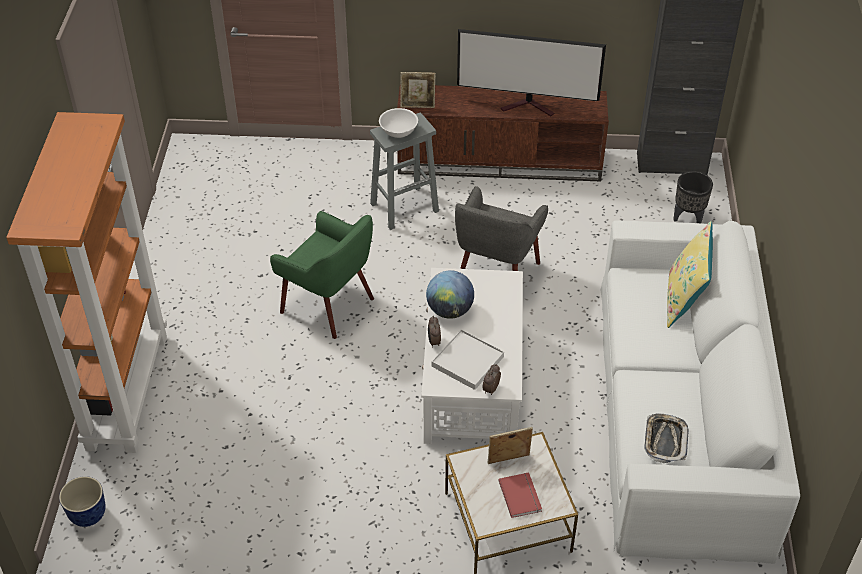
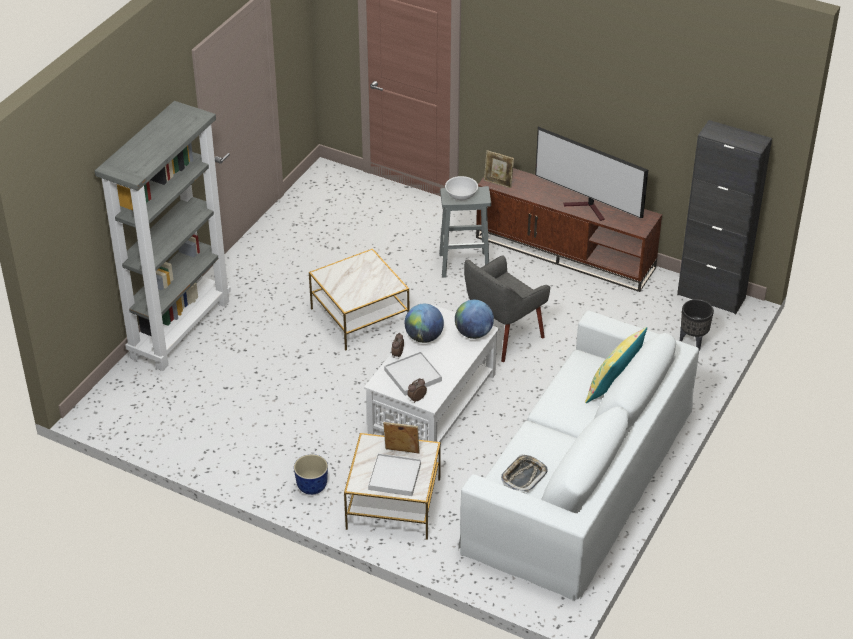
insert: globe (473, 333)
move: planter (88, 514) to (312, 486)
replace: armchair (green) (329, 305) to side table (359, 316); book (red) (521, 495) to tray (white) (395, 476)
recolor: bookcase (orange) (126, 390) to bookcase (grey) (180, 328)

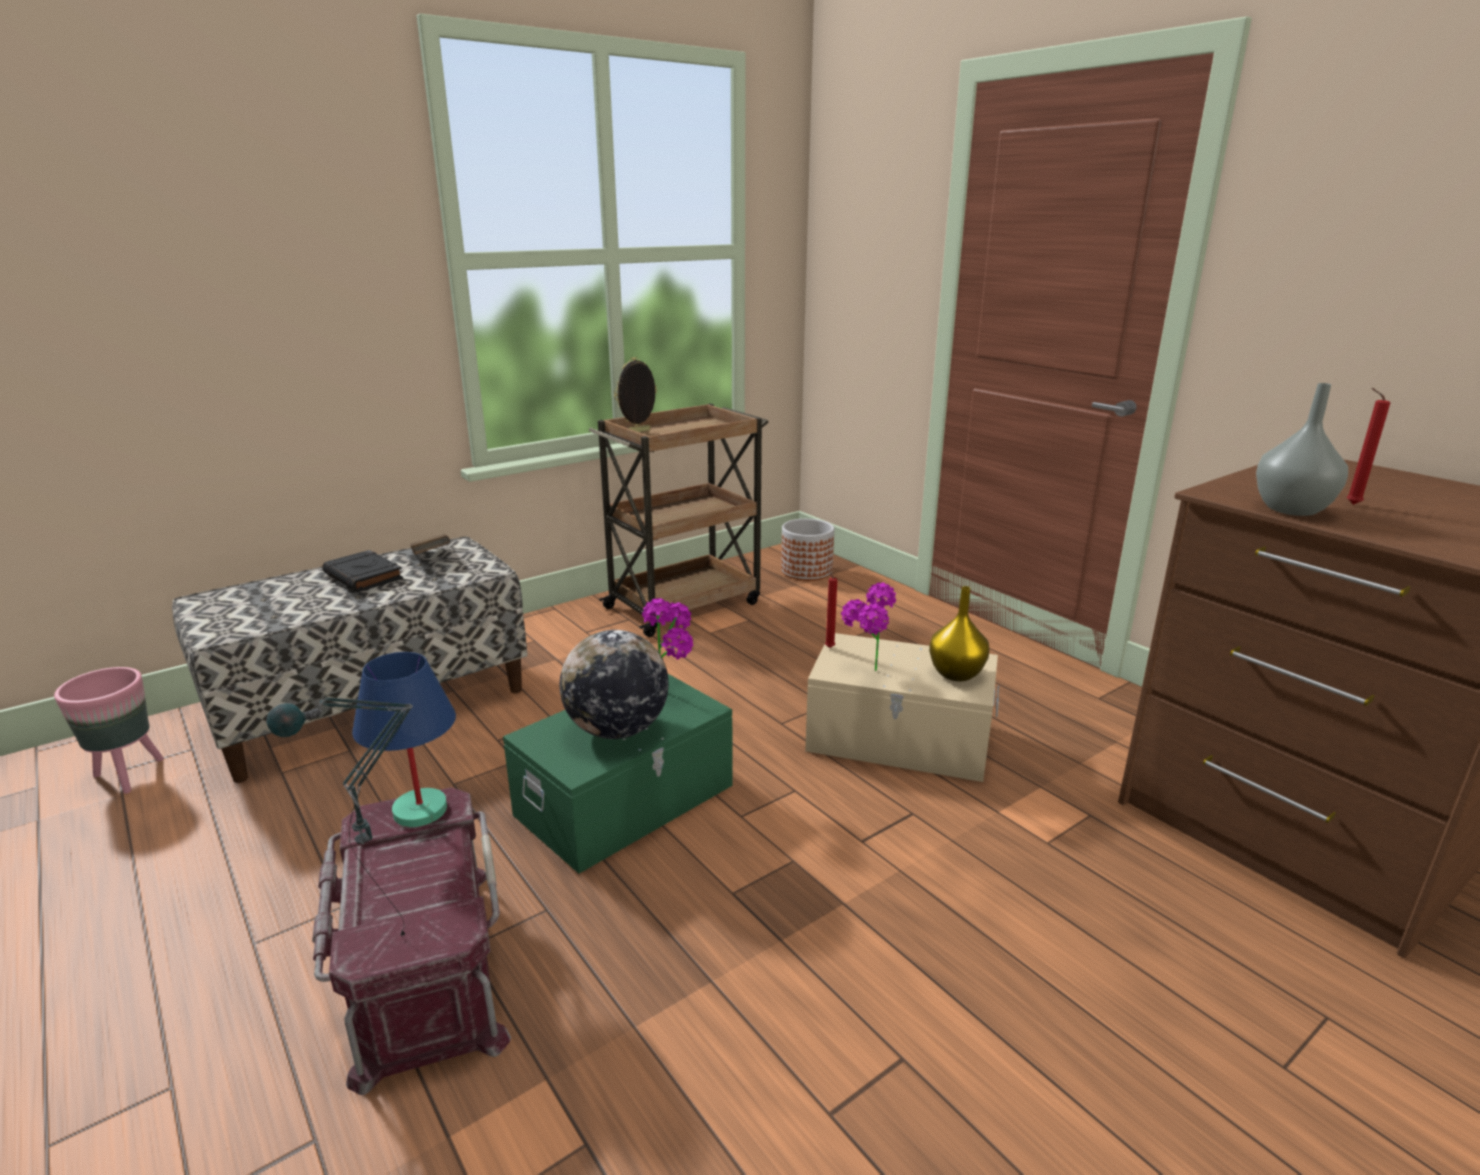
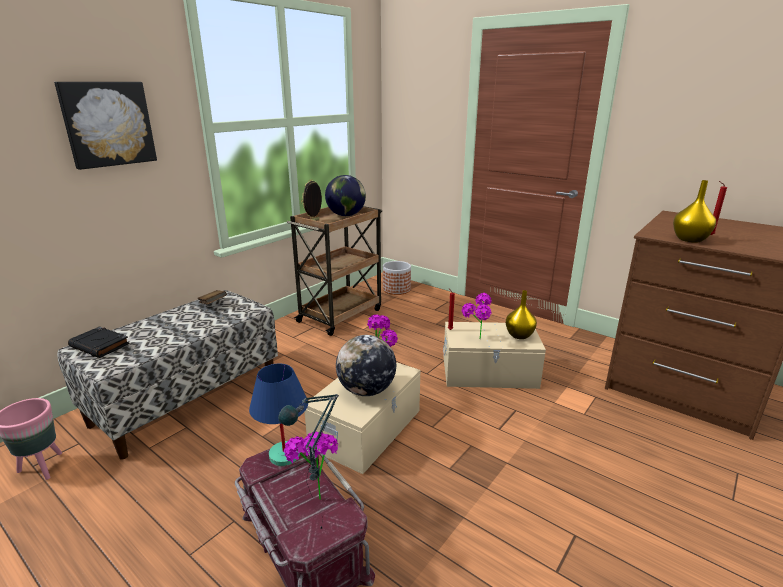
insert: picture (108, 124); potted plant (315, 492); globe (346, 215)
move: book (black) (364, 577) to (100, 345)
recolor: storage box (green) (627, 800) to storage box (beige) (368, 429); vase (grey) (1292, 509) to vase (yellow) (689, 239)

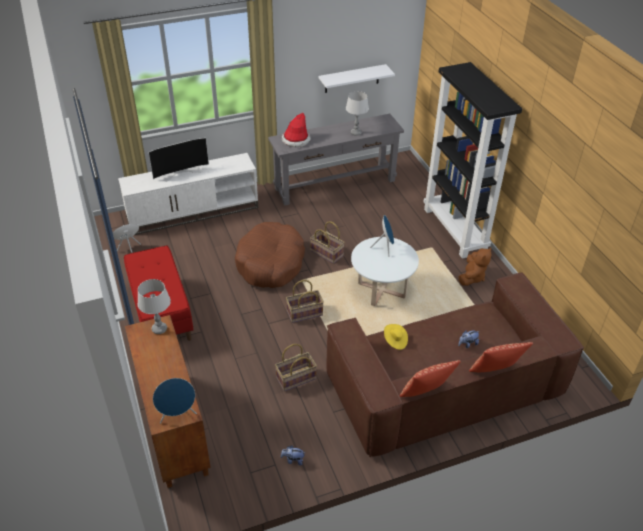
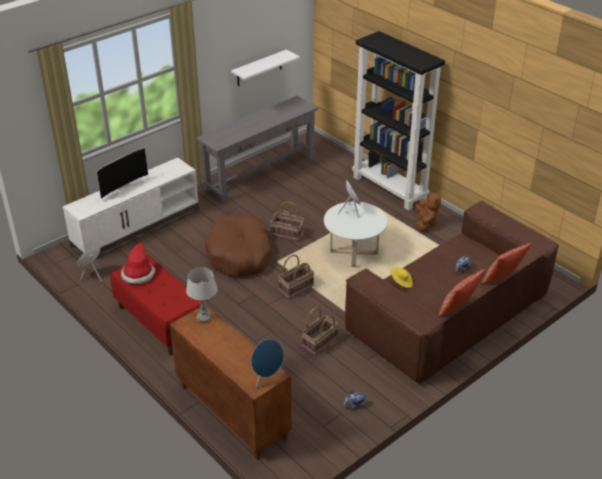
delete: table lamp (grey) (356, 133)
move: hat (296, 140) to (138, 275)

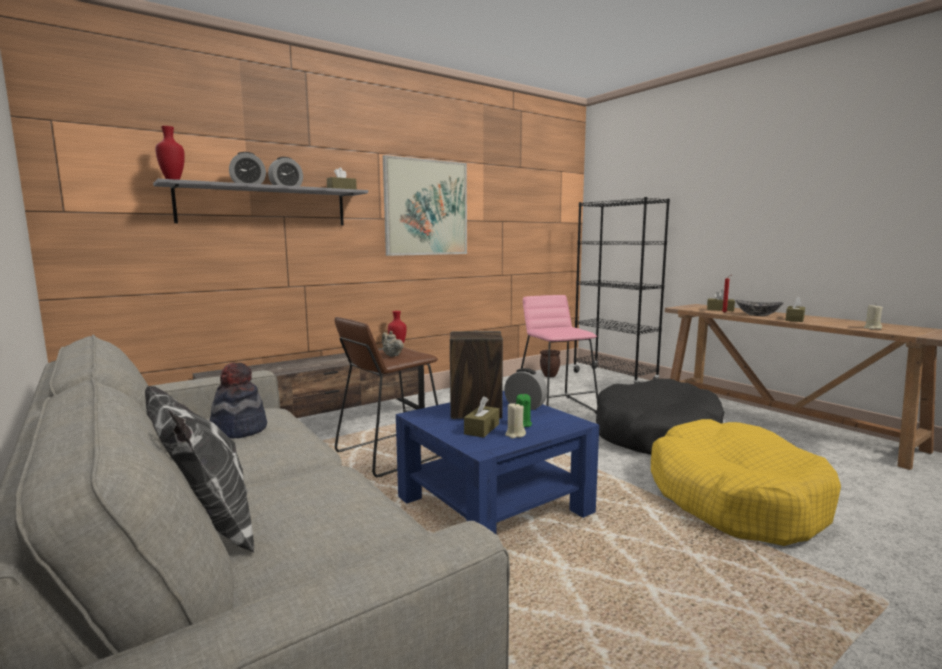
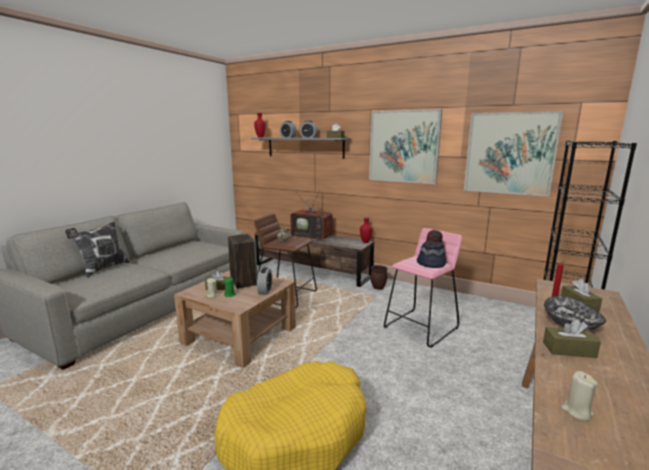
delete: dog bed (black) (655, 434)
insert: television (313, 237); picture (509, 153)
move: hat (238, 430) to (431, 264); planter (brown) (549, 376) to (378, 288)
recolor: coffee table (blue) (493, 505) to coffee table (brown) (240, 335)

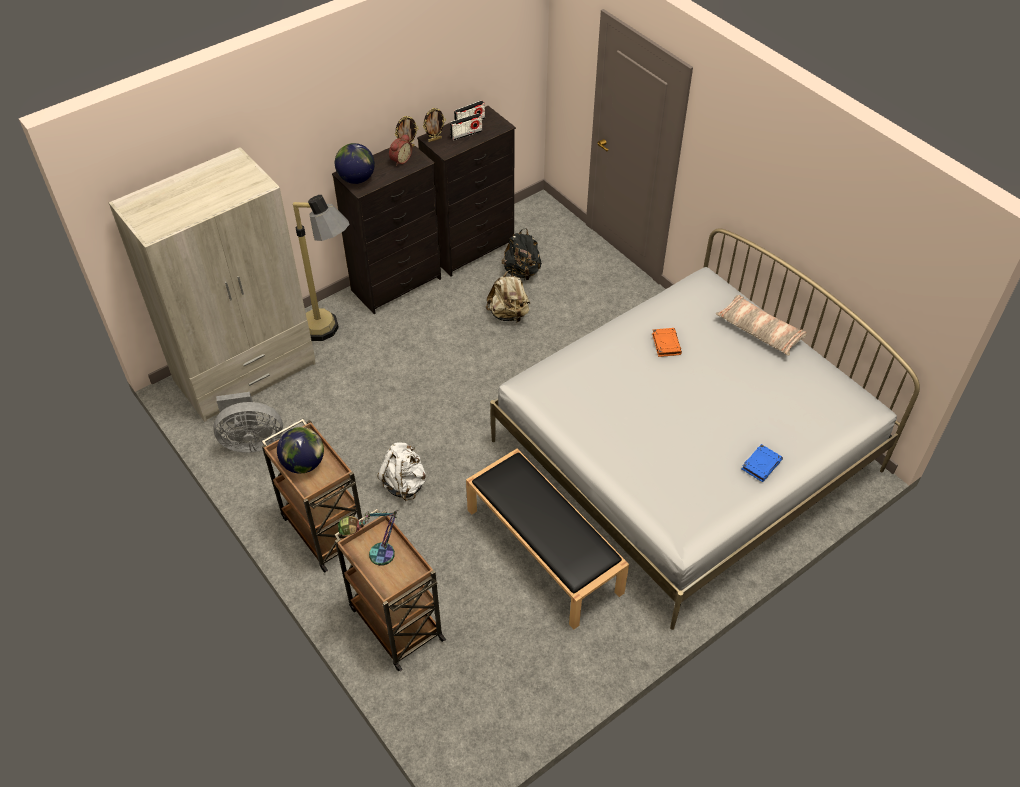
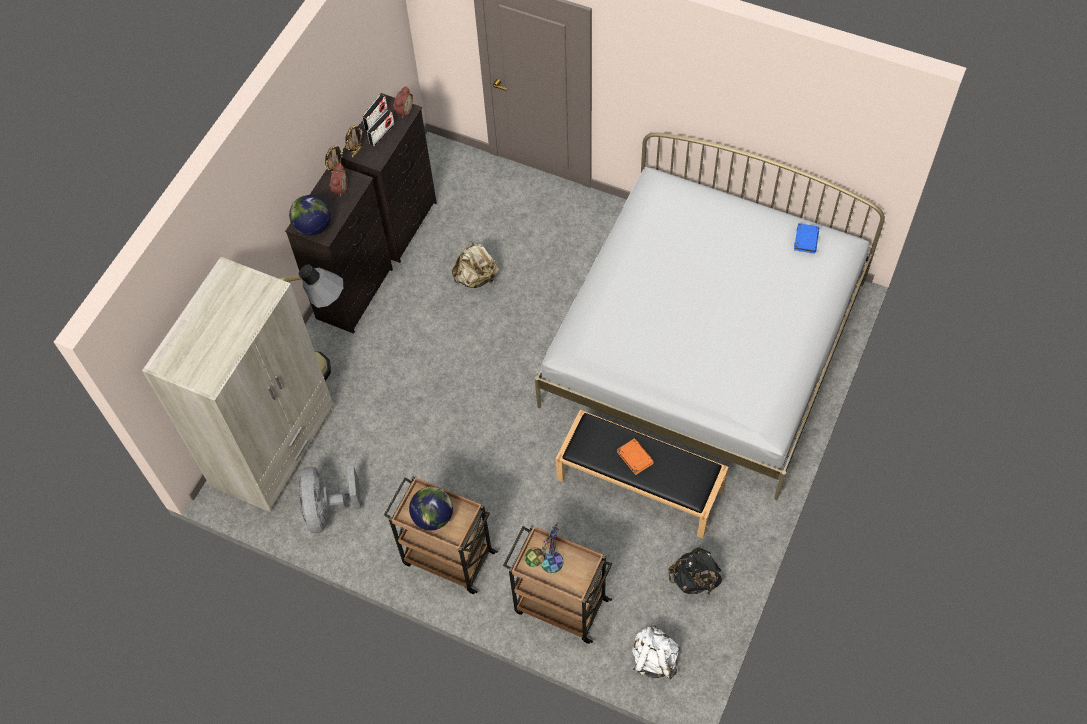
delete: pillow (760, 331)
insert: alarm clock (403, 110)
move: backpack (white) (405, 484) to (654, 659); backpack (black) (522, 272) to (694, 579); book (orange) (666, 344) to (634, 457); book (blue) (761, 464) to (806, 239)
rotate: fan (grey) (251, 441) = (327, 509) 120 degrees clockwise

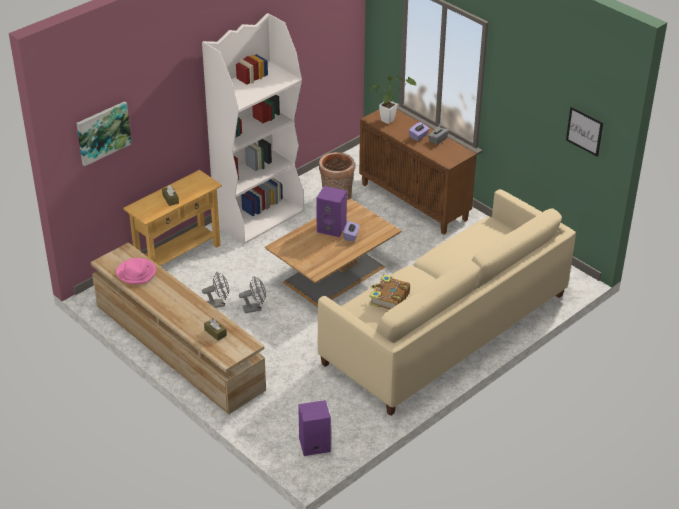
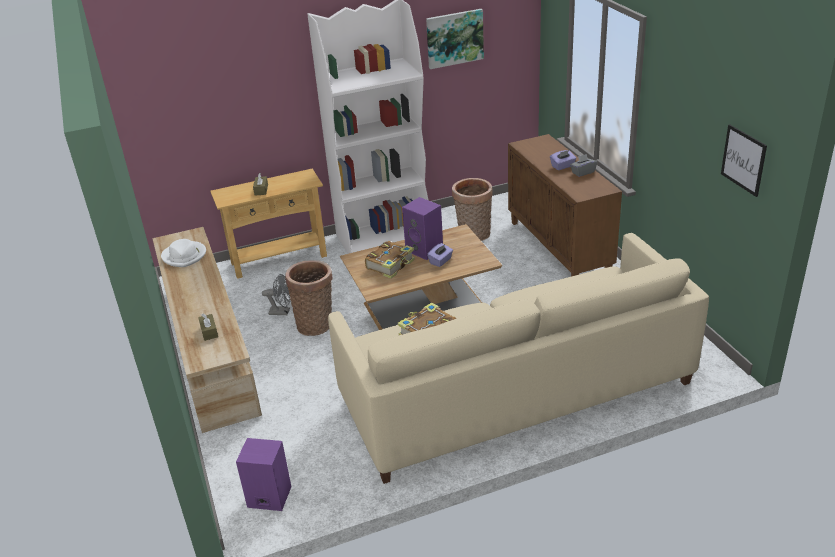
delete: potted plant (389, 119)
insert: book (391, 265)
move: picture (103, 132) to (454, 38)
replace: fan (grey) (255, 308) to basket (316, 324)
recolor: hat (pink) (136, 273) to hat (white) (184, 256)

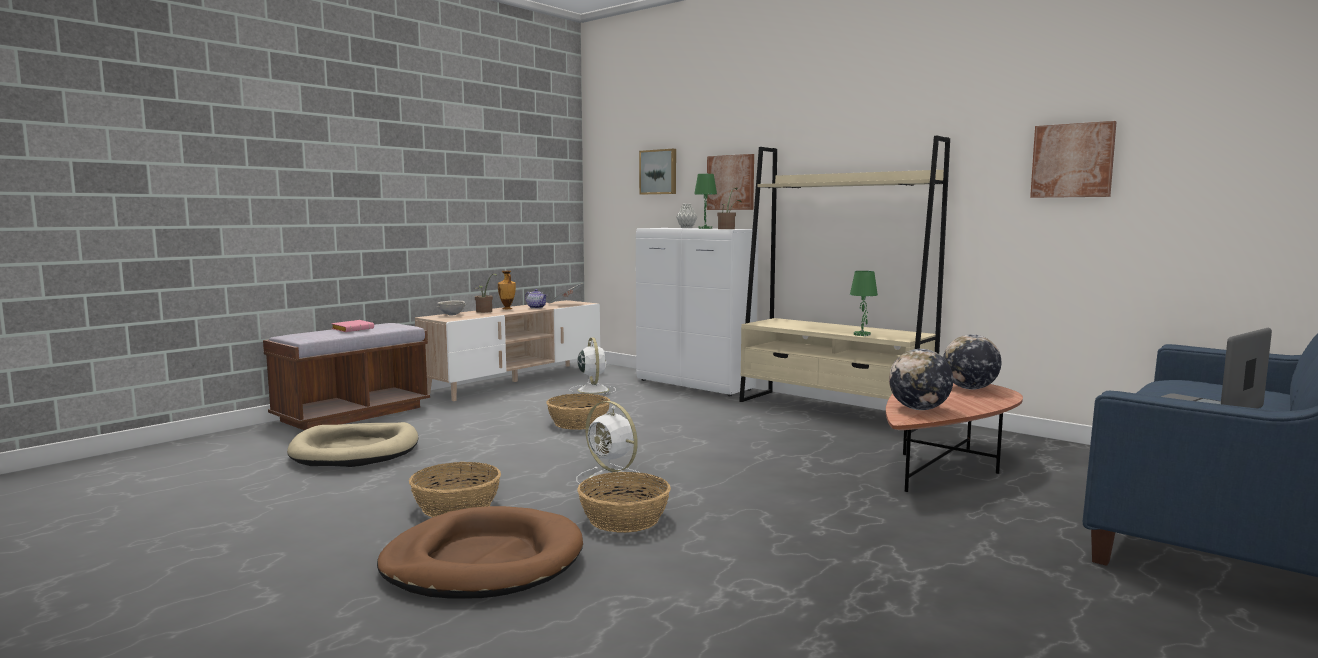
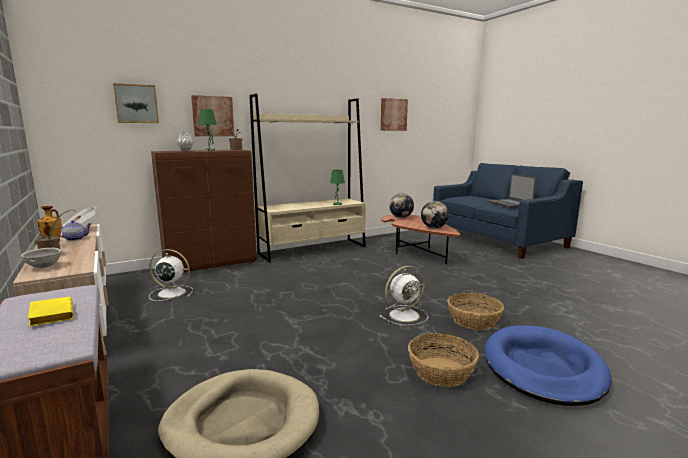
delete: basket (579, 423)
recolor: book (pink) (353, 329) to book (yellow) (50, 315); dog bed (brown) (483, 561) to dog bed (blue) (543, 368); cabinet (white) (695, 385) to cabinet (brown) (211, 265)

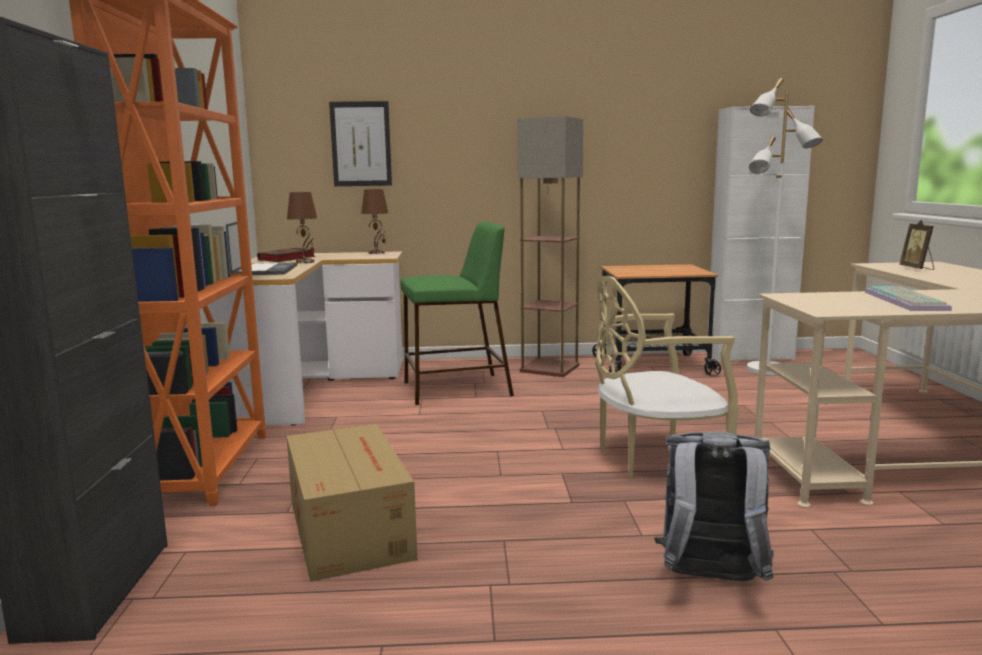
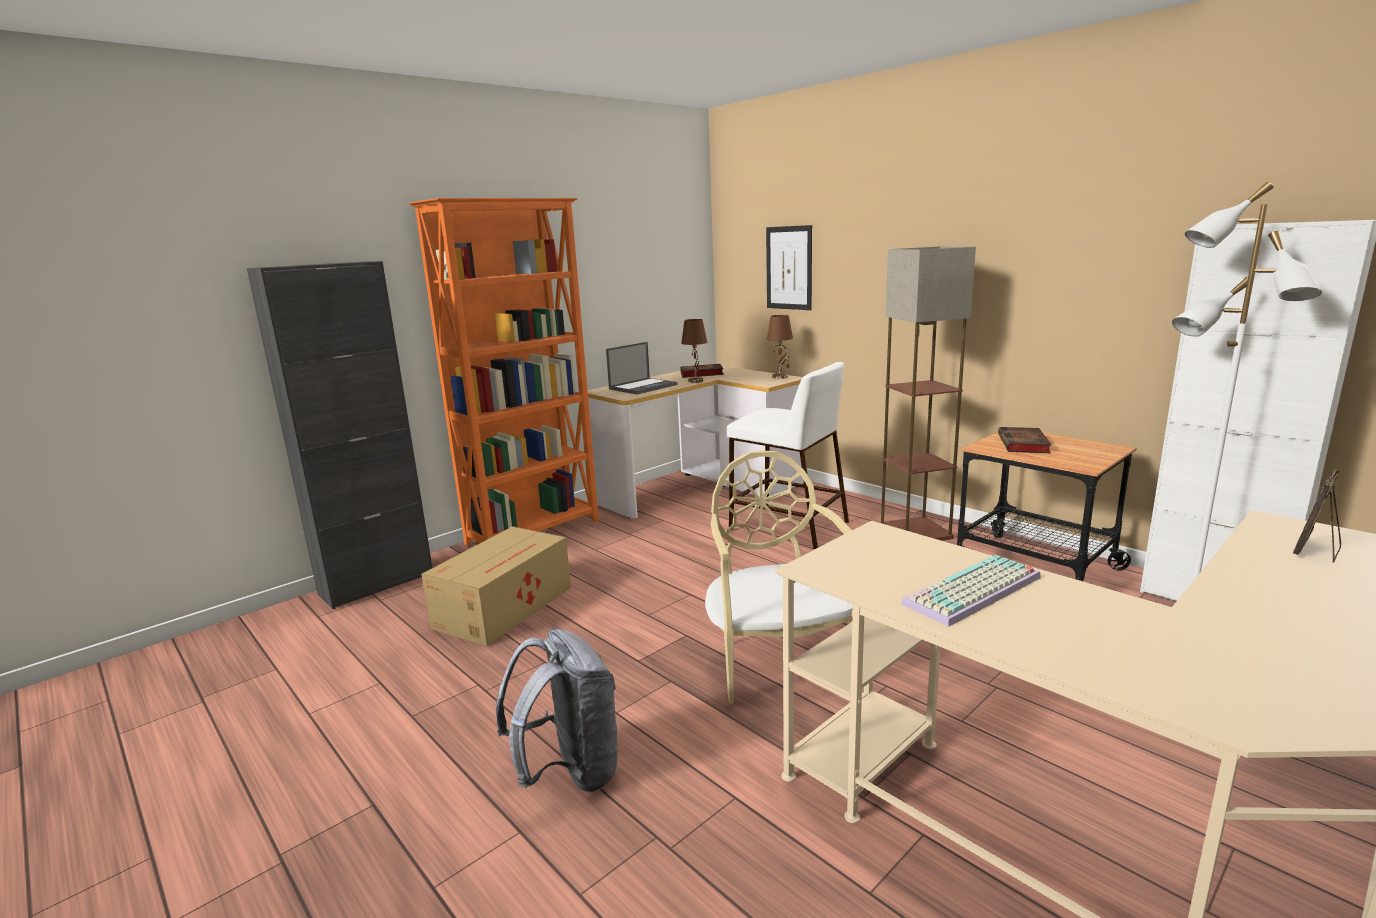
insert: book (1024, 445)
recolor: stool (green) (455, 389) to stool (white) (787, 525)
rotate: chair (beige) (655, 459) = (778, 662) 45 degrees clockwise

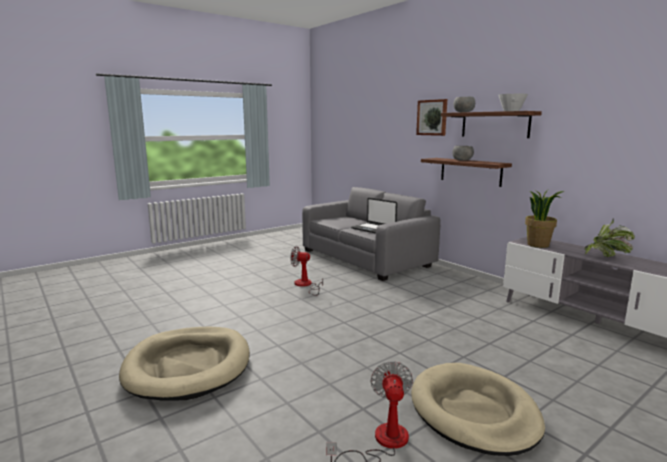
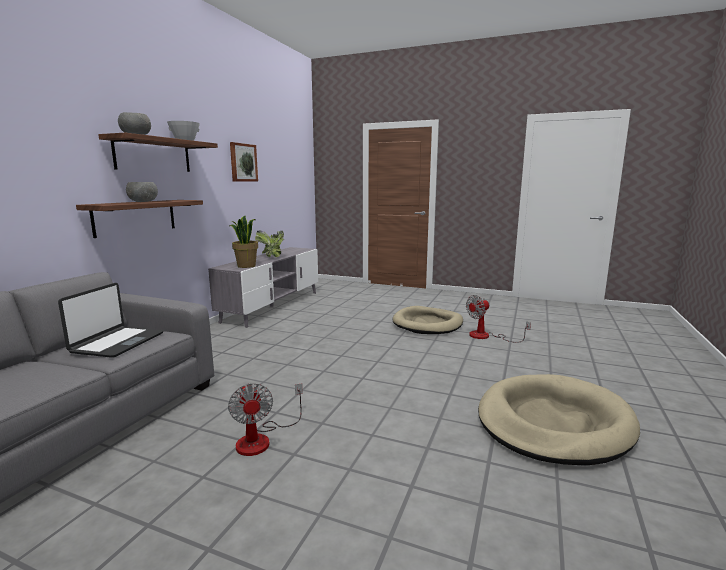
move: picture (432, 117) to (243, 162)

